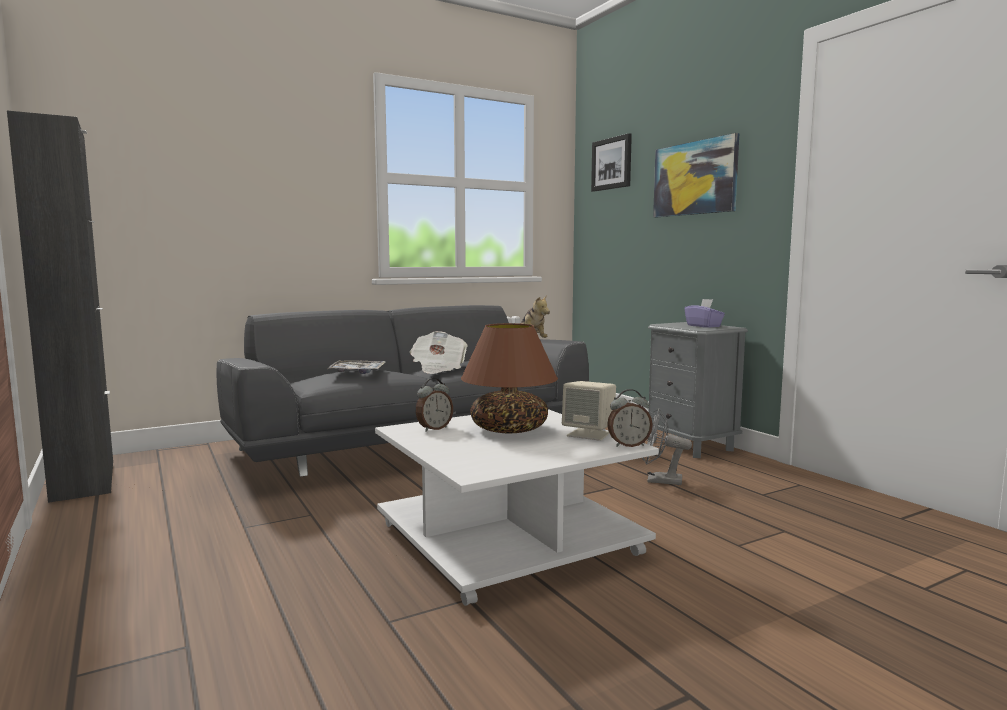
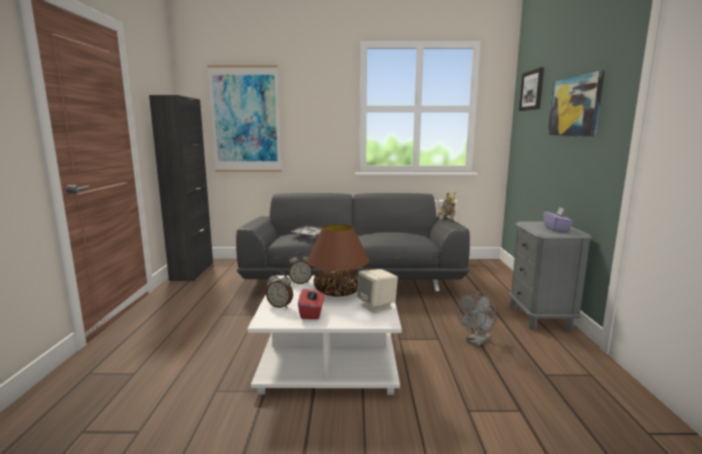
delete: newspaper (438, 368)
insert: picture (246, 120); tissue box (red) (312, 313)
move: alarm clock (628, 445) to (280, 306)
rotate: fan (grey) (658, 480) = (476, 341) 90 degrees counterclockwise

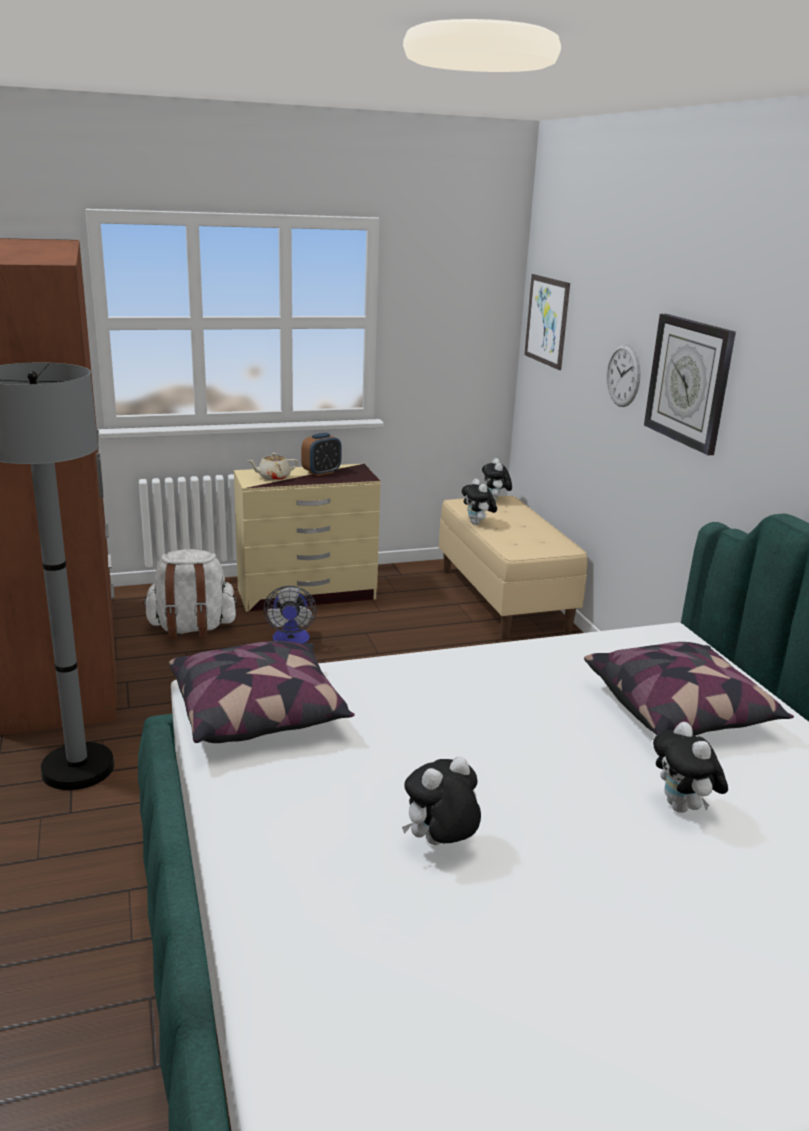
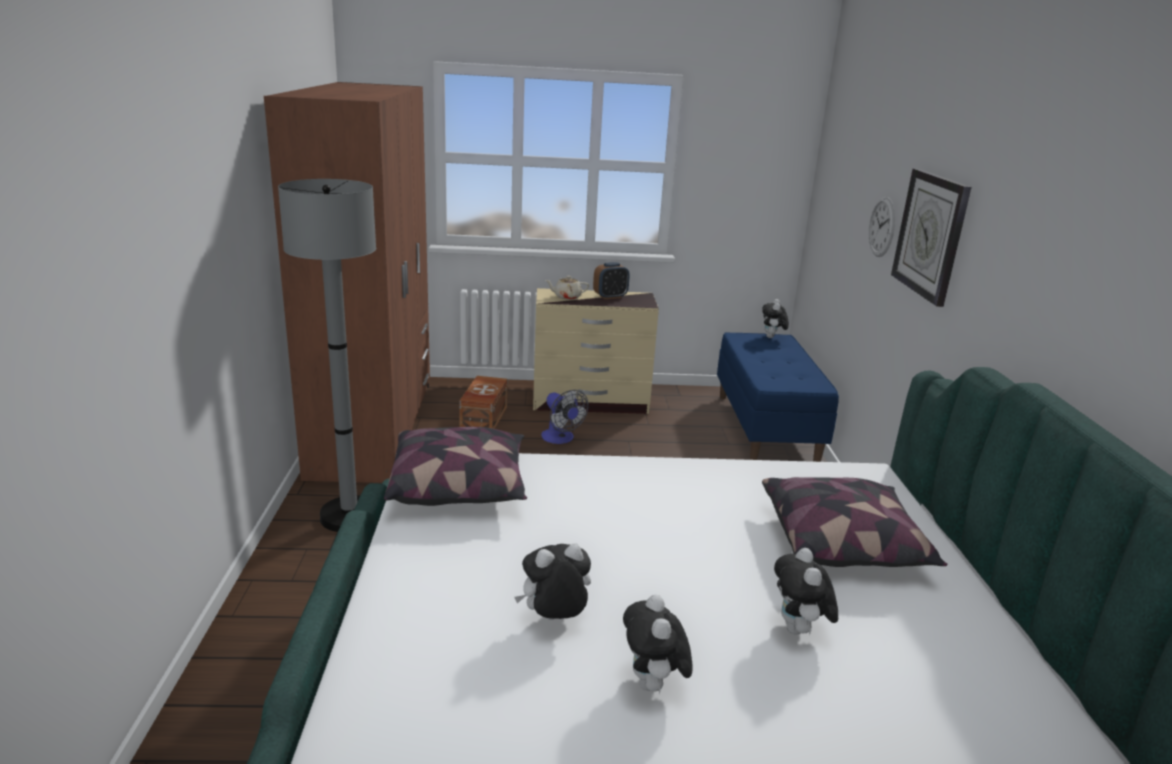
delete: picture (547, 321)
move: plush toy (477, 524) to (653, 685)
replace: backpack (white) (191, 629) to storage box (brown) (482, 418)
recolor: bench (beige) (504, 599) to bench (blue) (766, 428)
rotate: fan (291, 640) = (561, 439) 45 degrees counterclockwise

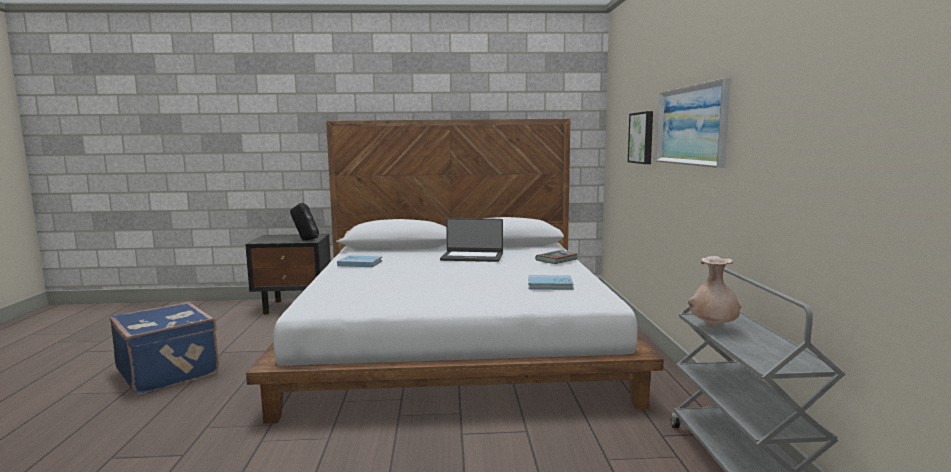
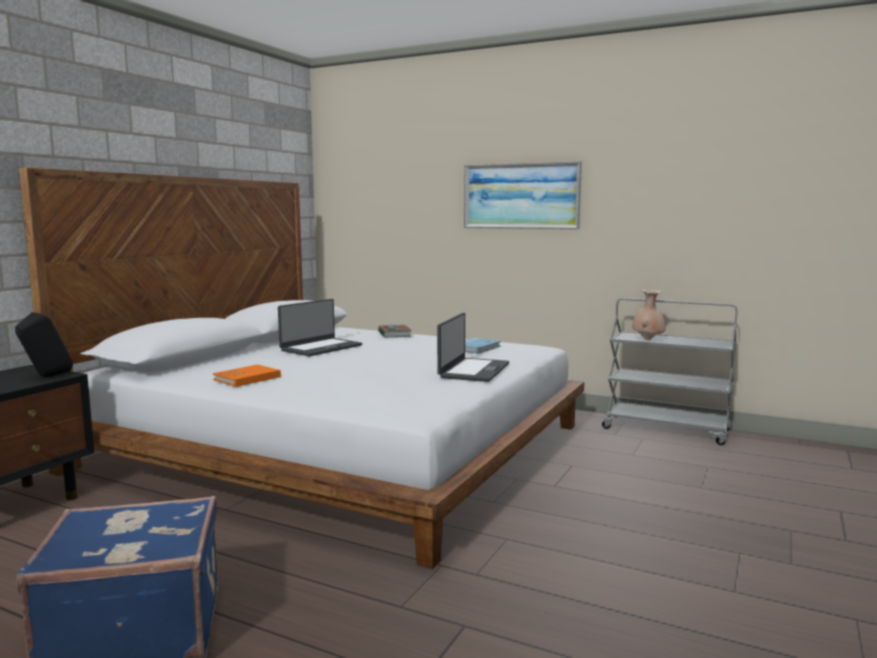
delete: picture (642, 138)
insert: laptop (473, 370)
recolor: book (blue) (360, 263) to book (orange) (247, 378)

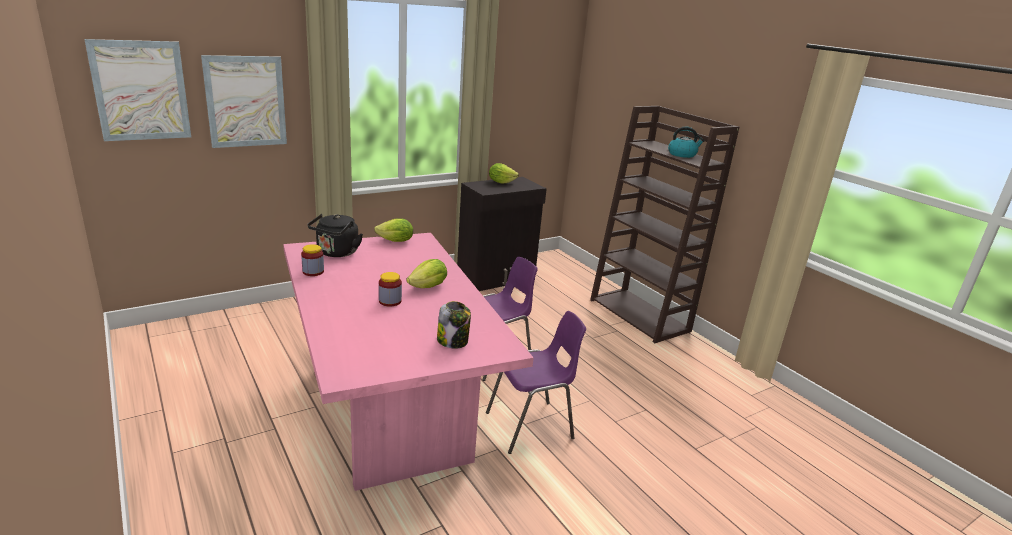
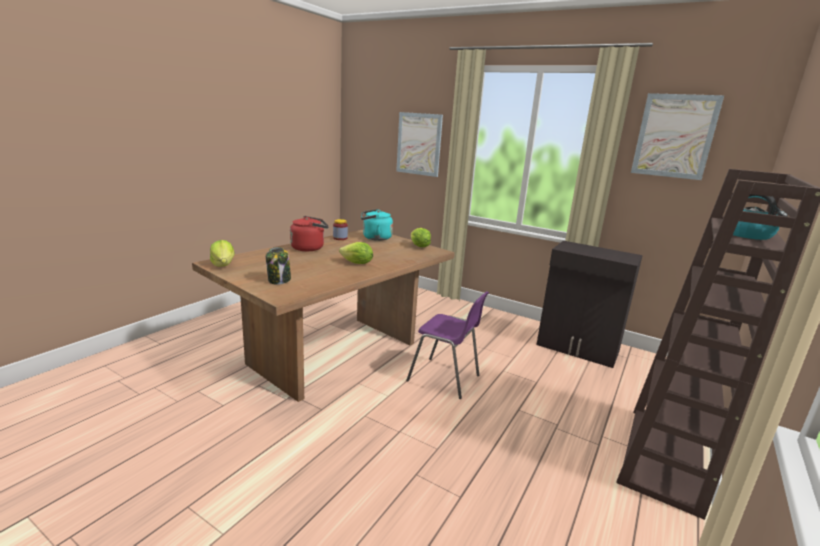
delete: jar (390, 301); chair (purple) (532, 426)
insert: kettle (red) (309, 248)
move: picture (141, 91) to (674, 136); lettuce (501, 182) to (223, 265)
recolor: dining table (pink) (391, 410) to dining table (brown) (335, 353); kettle (black) (336, 253) to kettle (turquoise) (375, 238)

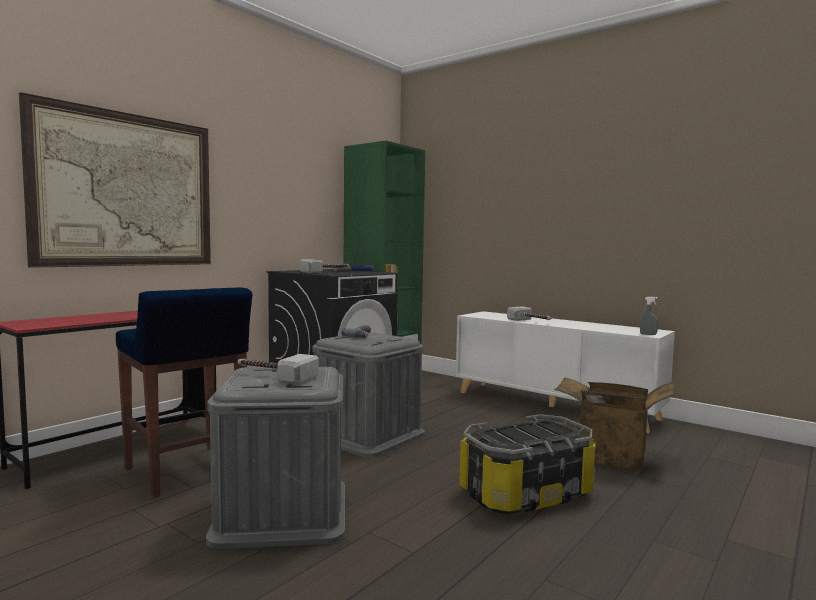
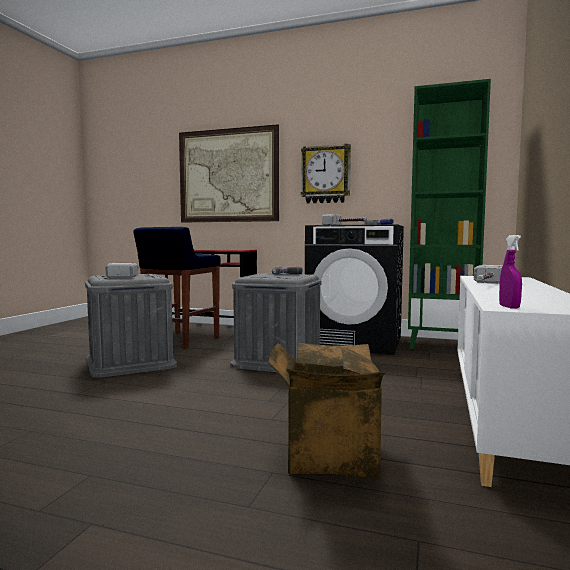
delete: storage box (526, 494)
insert: wall clock (326, 174)
recolor: spray bottle (grey) (648, 334) to spray bottle (purple) (509, 307)

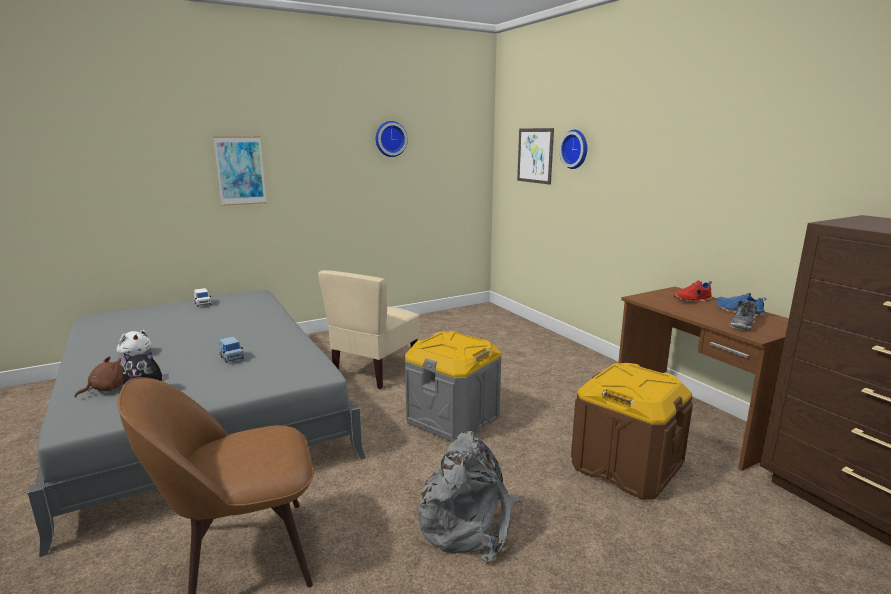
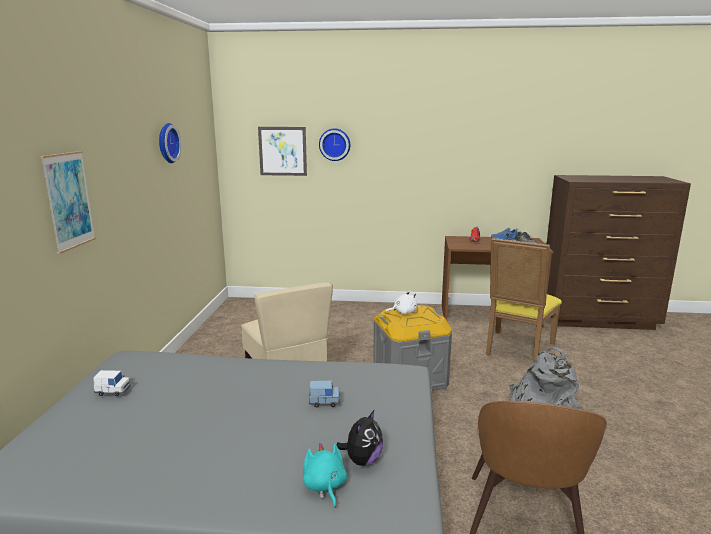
move: plush toy (white) (135, 353) to (403, 312)
replace: storage box (brown) (625, 466) to chair (yellow) (516, 350)
recolor: plush toy (brown) (106, 389) to plush toy (turquoise) (325, 487)

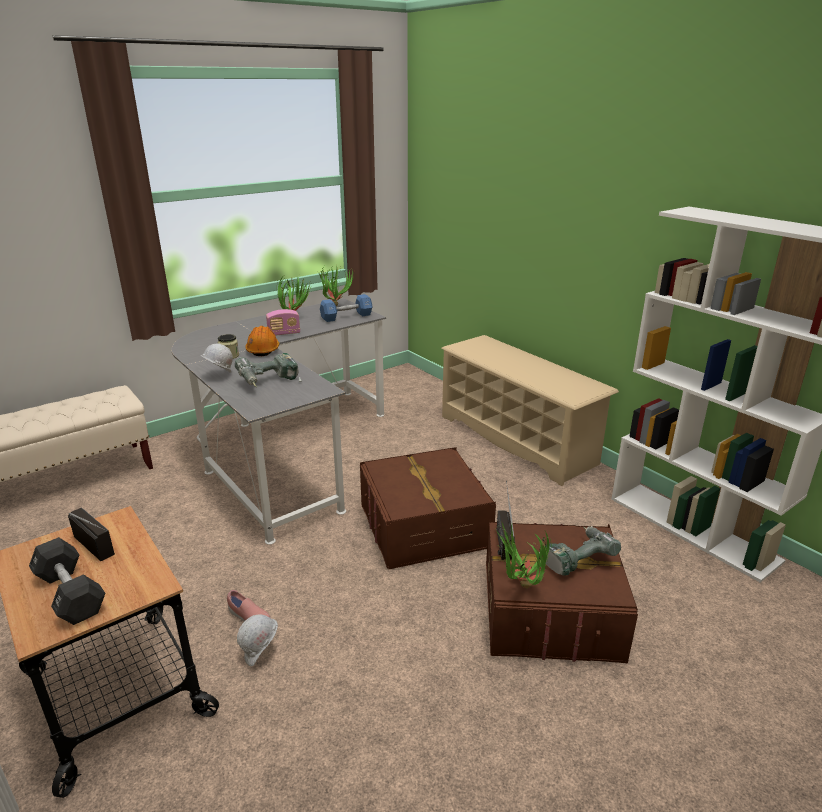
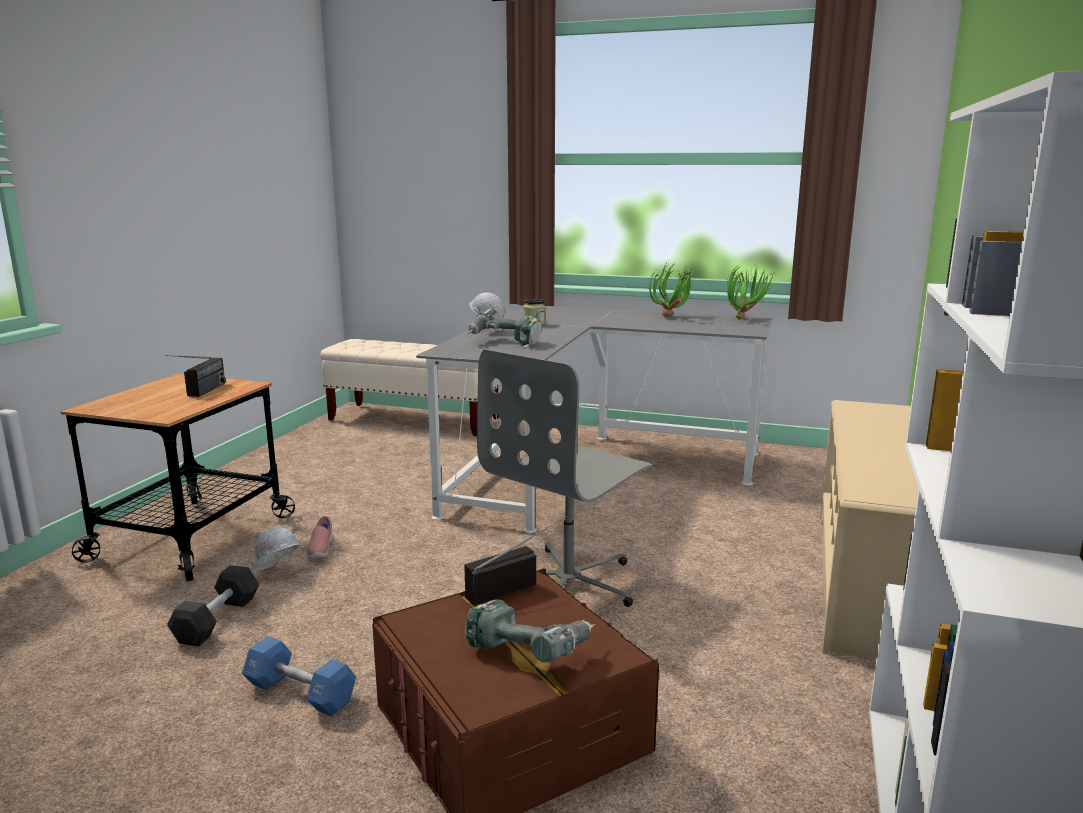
delete: hard hat (orange) (263, 350); radio (284, 333); potted plant (519, 588)
move: dumbbell (black) (70, 593) to (217, 620); dumbbell (blue) (346, 317) to (300, 693)
replace: storage box (brown) (424, 526) to office chair (grey) (569, 583)

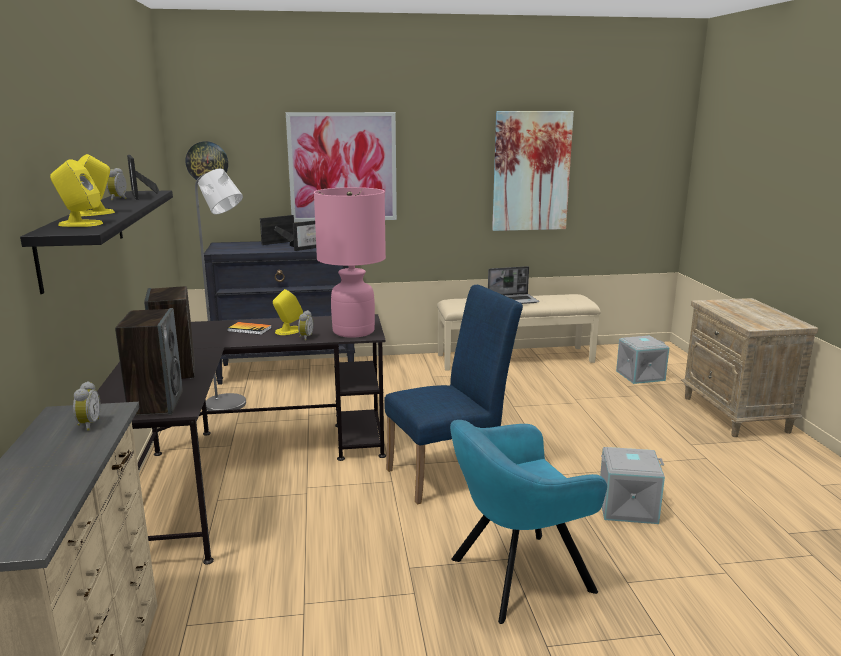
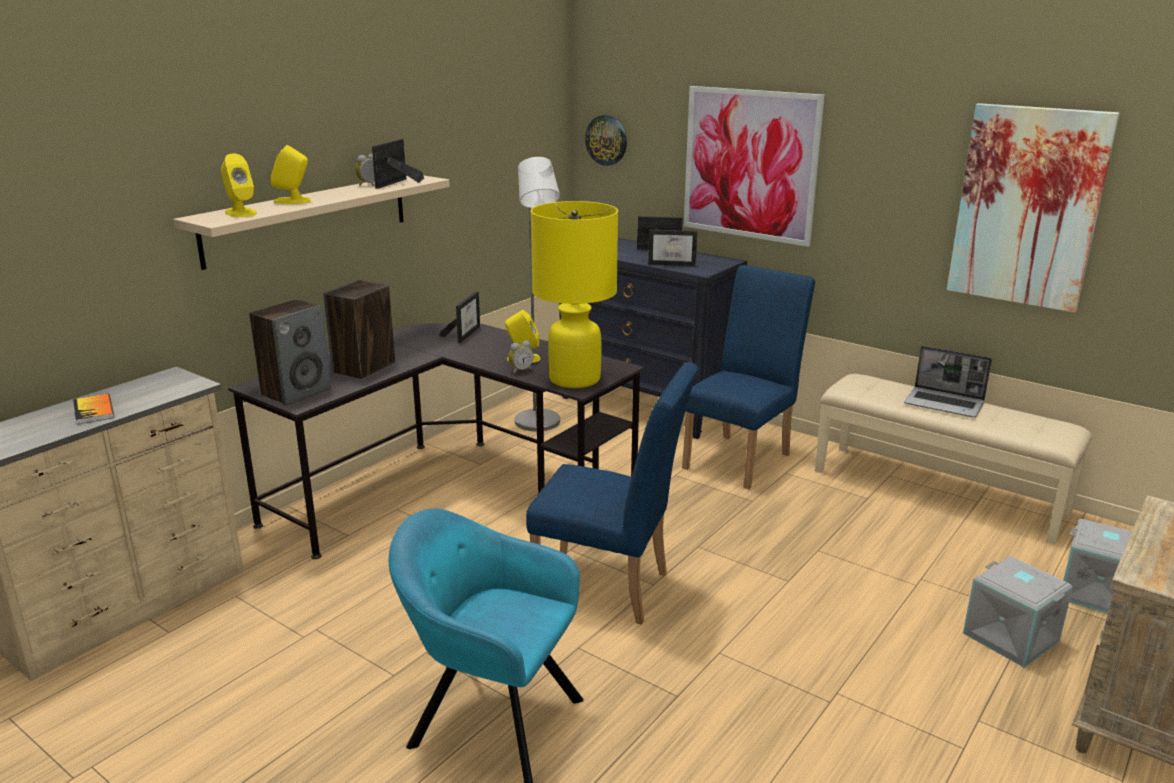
delete: alarm clock (87, 425)
insert: picture frame (464, 333); chair (blue) (742, 458)
move: book (249, 329) to (94, 410); storage box (grey) (627, 508) to (1009, 637)
recolor: shelf (black) (83, 235) to shelf (beige) (308, 218); table lamp (pink) (353, 331) to table lamp (yellow) (574, 379)

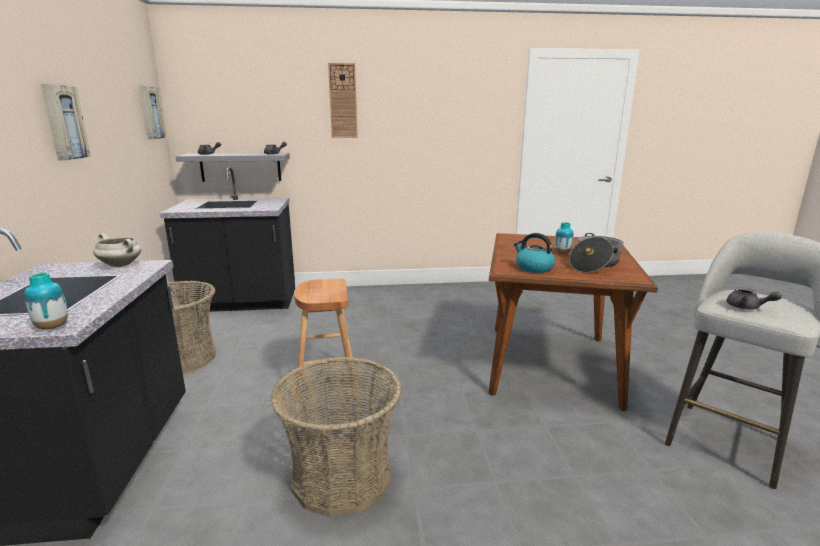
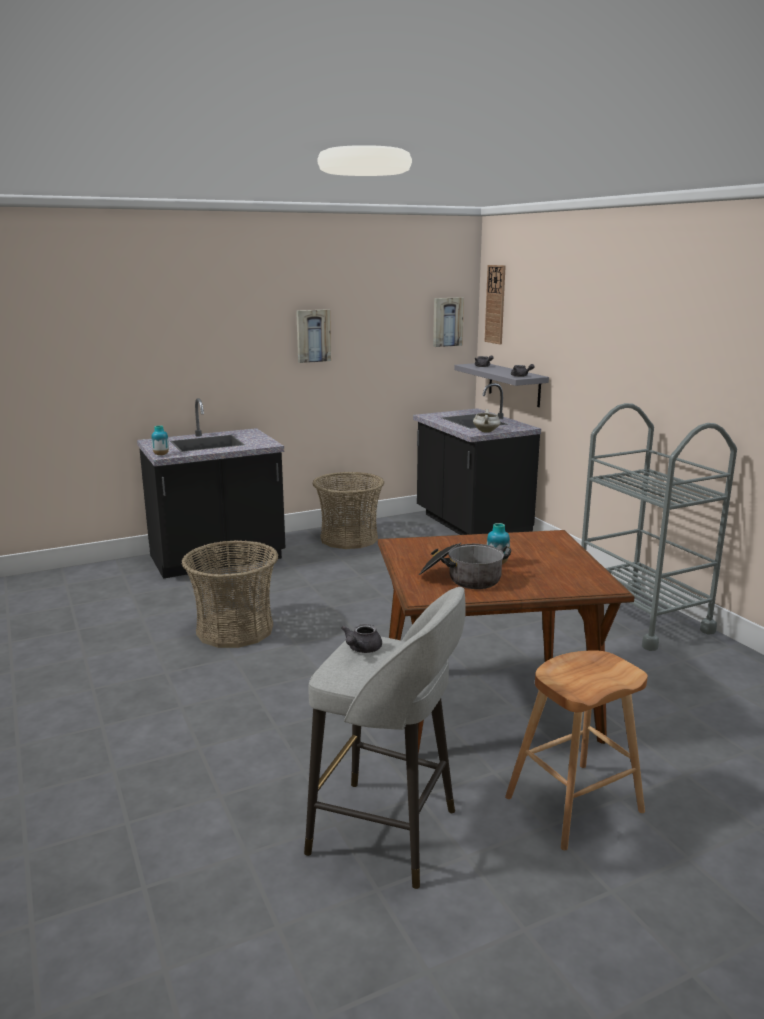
delete: kettle (533, 268)
insert: cart (grey) (641, 618)
move: cooking pot (white) (121, 265) to (486, 431); stool (brown) (326, 383) to (573, 805); wall clock (343, 101) to (495, 304)

